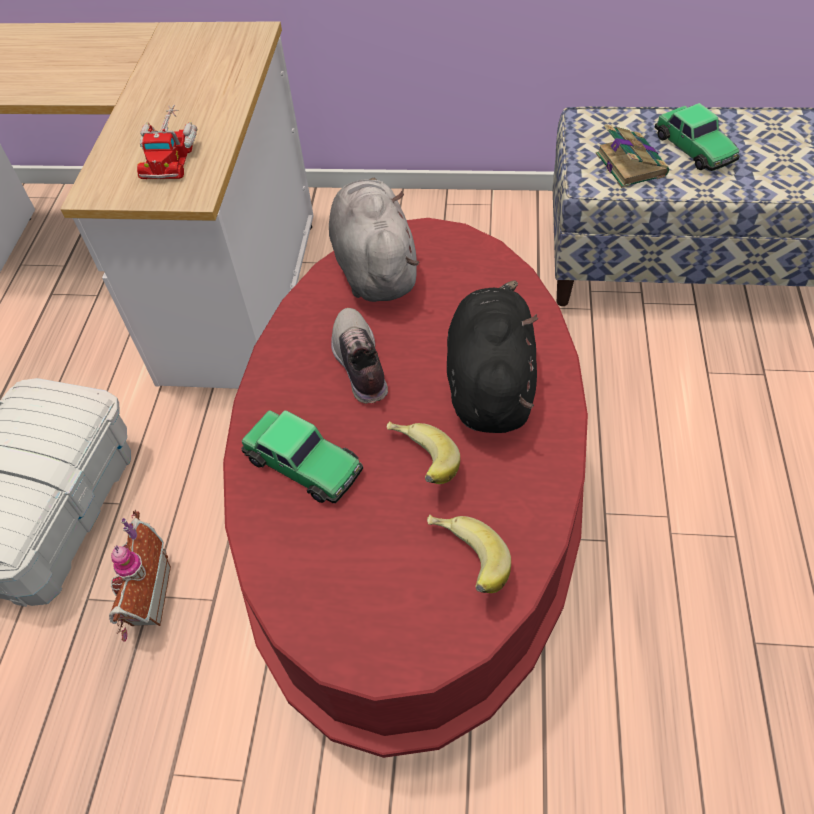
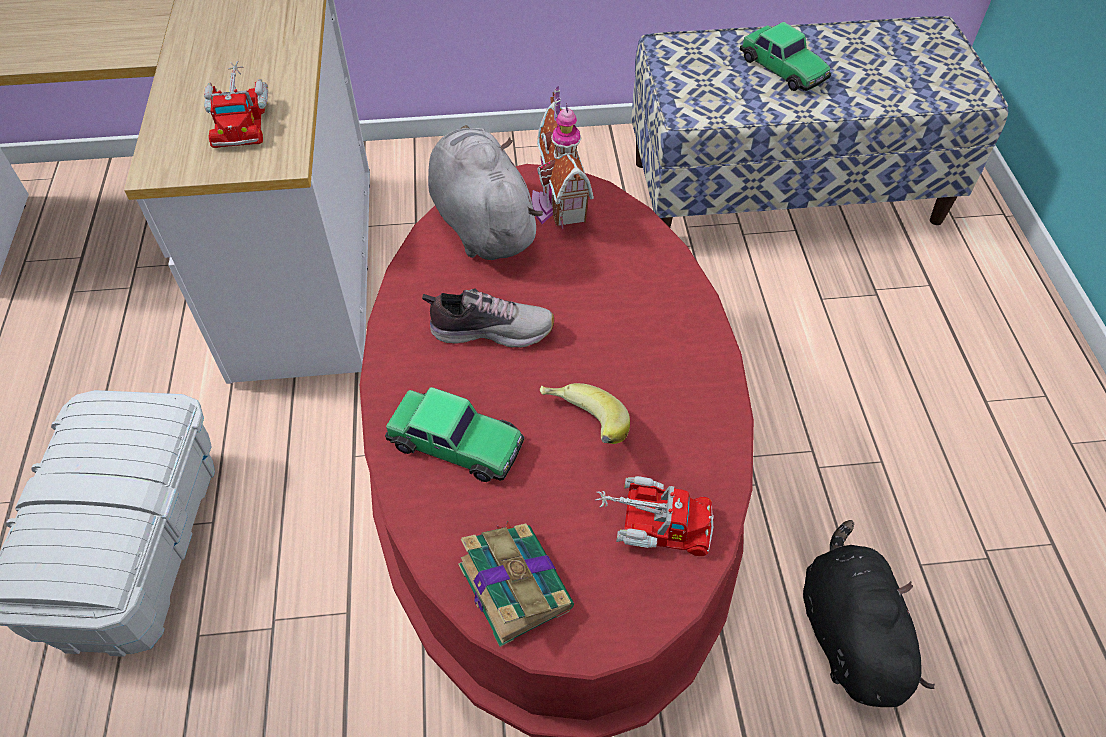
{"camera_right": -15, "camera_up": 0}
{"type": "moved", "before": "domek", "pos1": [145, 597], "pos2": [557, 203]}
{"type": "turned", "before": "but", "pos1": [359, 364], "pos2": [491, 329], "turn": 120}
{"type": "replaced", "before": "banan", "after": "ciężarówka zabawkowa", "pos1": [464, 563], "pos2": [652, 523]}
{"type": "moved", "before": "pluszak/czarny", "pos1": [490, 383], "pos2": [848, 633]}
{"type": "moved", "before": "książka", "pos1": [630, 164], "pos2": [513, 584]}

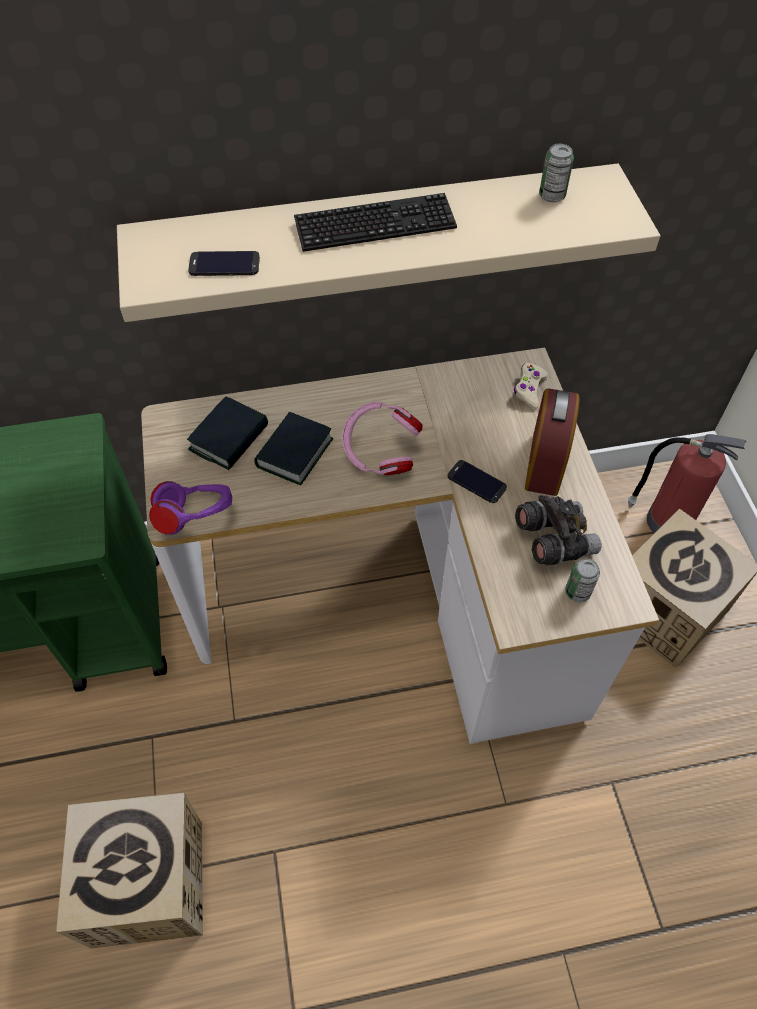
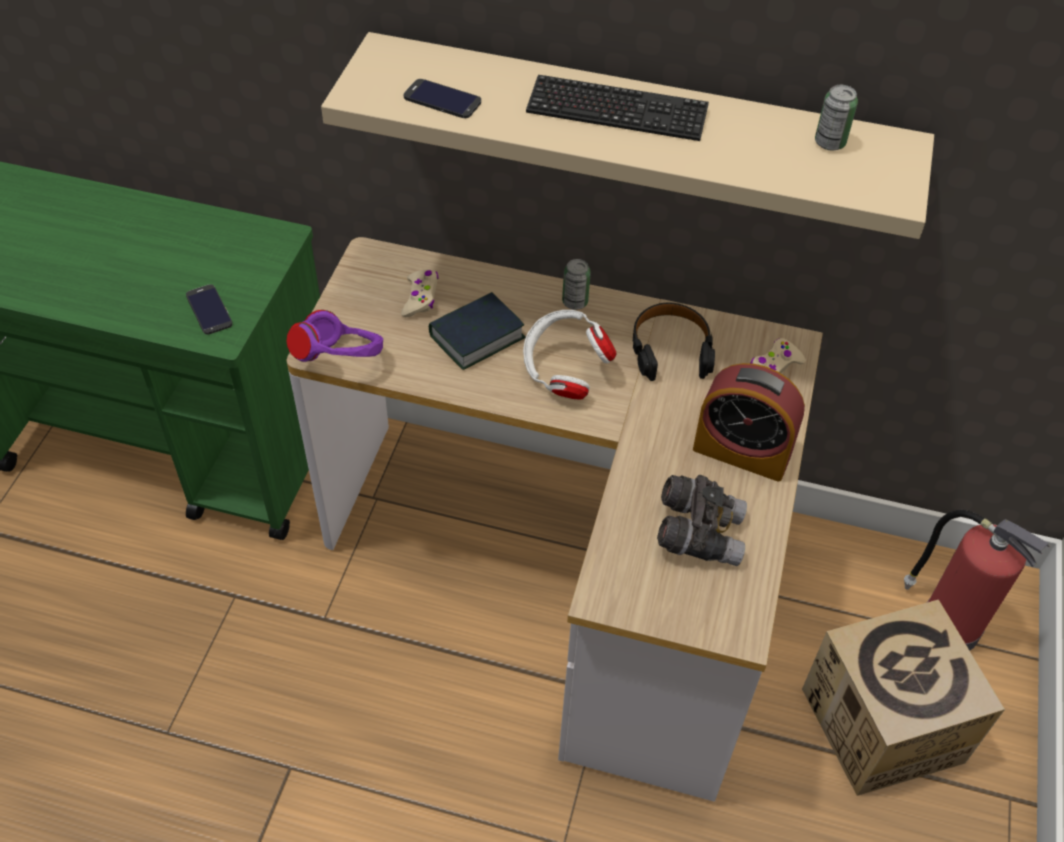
{"camera_right": 25, "camera_up": -5}
{"type": "removed", "before": "karton", "pos1": [149, 882]}
{"type": "replaced", "before": "książka", "after": "pad do gier/beżowy", "pos1": [229, 438], "pos2": [420, 298]}
{"type": "recoloured", "before": "słuchawki/różowy", "after": "słuchawki/biały", "pos1": [380, 455], "pos2": [564, 373]}
{"type": "moved", "before": "telefon", "pos1": [476, 482], "pos2": [209, 310]}
{"type": "turned", "before": "budzik", "pos1": [545, 463], "pos2": [742, 451], "turn": -105}
{"type": "moved", "before": "puszka", "pos1": [577, 592], "pos2": [575, 302]}
{"type": "added", "after": "słuchawki/czarny", "pos2": [670, 349]}

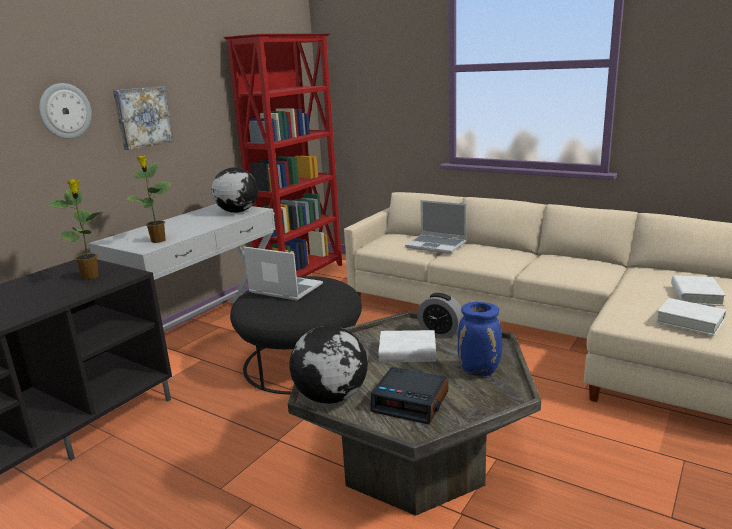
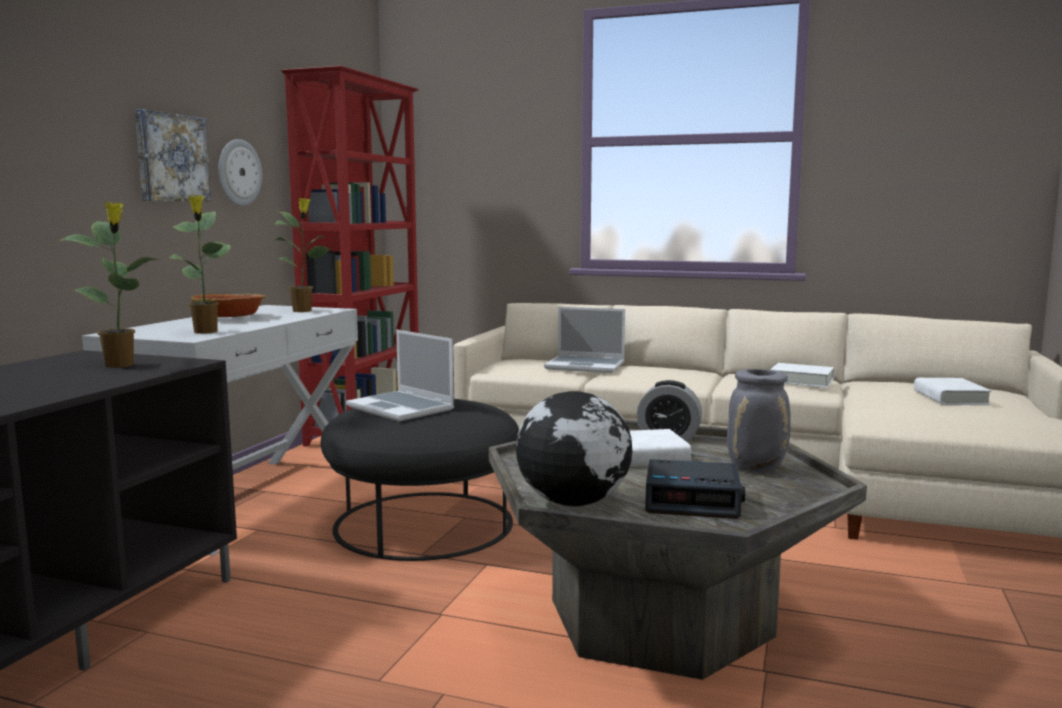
{"camera_right": -15, "camera_up": -10}
{"type": "moved", "before": "zegar ścienny", "pos1": [65, 111], "pos2": [238, 172]}
{"type": "replaced", "before": "globus", "after": "roślina doniczkowa", "pos1": [237, 212], "pos2": [303, 311]}
{"type": "turned", "before": "laptop", "pos1": [284, 289], "pos2": [402, 408], "turn": -150}
{"type": "recoloured", "before": "wazon/niebieski", "after": "wazon/szary", "pos1": [480, 371], "pos2": [757, 469]}
{"type": "moved", "before": "książka/biały", "pos1": [690, 321], "pos2": [801, 381]}
{"type": "added", "after": "miska", "pos2": [230, 318]}

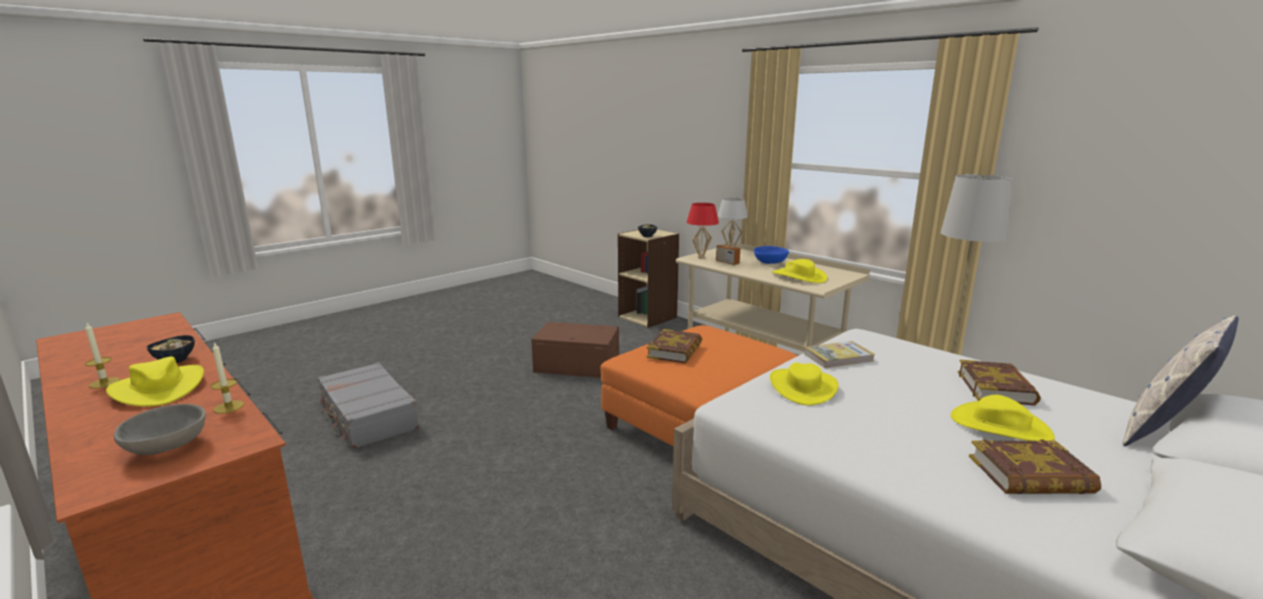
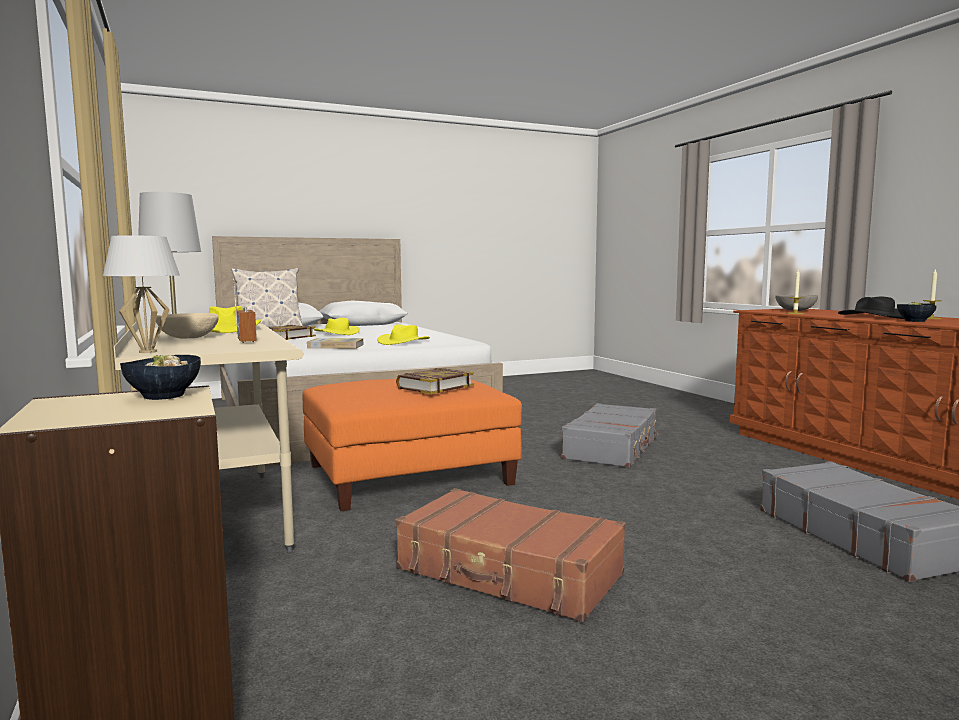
{"camera_right": -160, "camera_up": -10}
{"type": "recoloured", "before": "kapelusz/żółty", "after": "kapelusz/czarny", "pos1": [158, 388], "pos2": [873, 316]}
{"type": "replaced", "before": "pojemnik do przechowywania/brązowy", "after": "walizka/brązowy", "pos1": [577, 365], "pos2": [509, 573]}
{"type": "removed", "before": "lampa stołowa/czerwony", "pos1": [701, 257]}
{"type": "recoloured", "before": "miska/niebieski", "after": "miska/beżowy", "pos1": [769, 263], "pos2": [189, 338]}
{"type": "removed", "before": "książka", "pos1": [1030, 475]}
{"type": "added", "after": "walizka/szary", "pos2": [612, 448]}

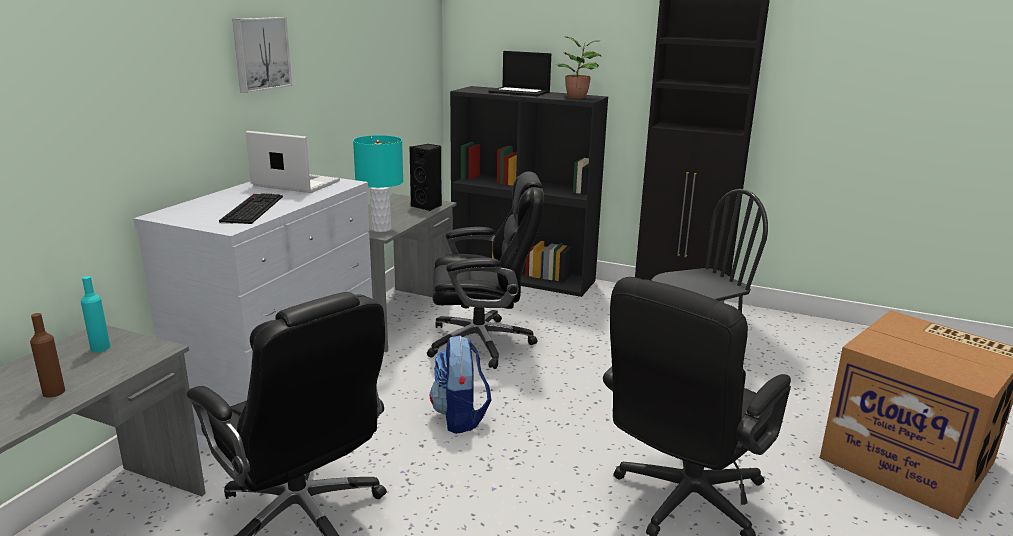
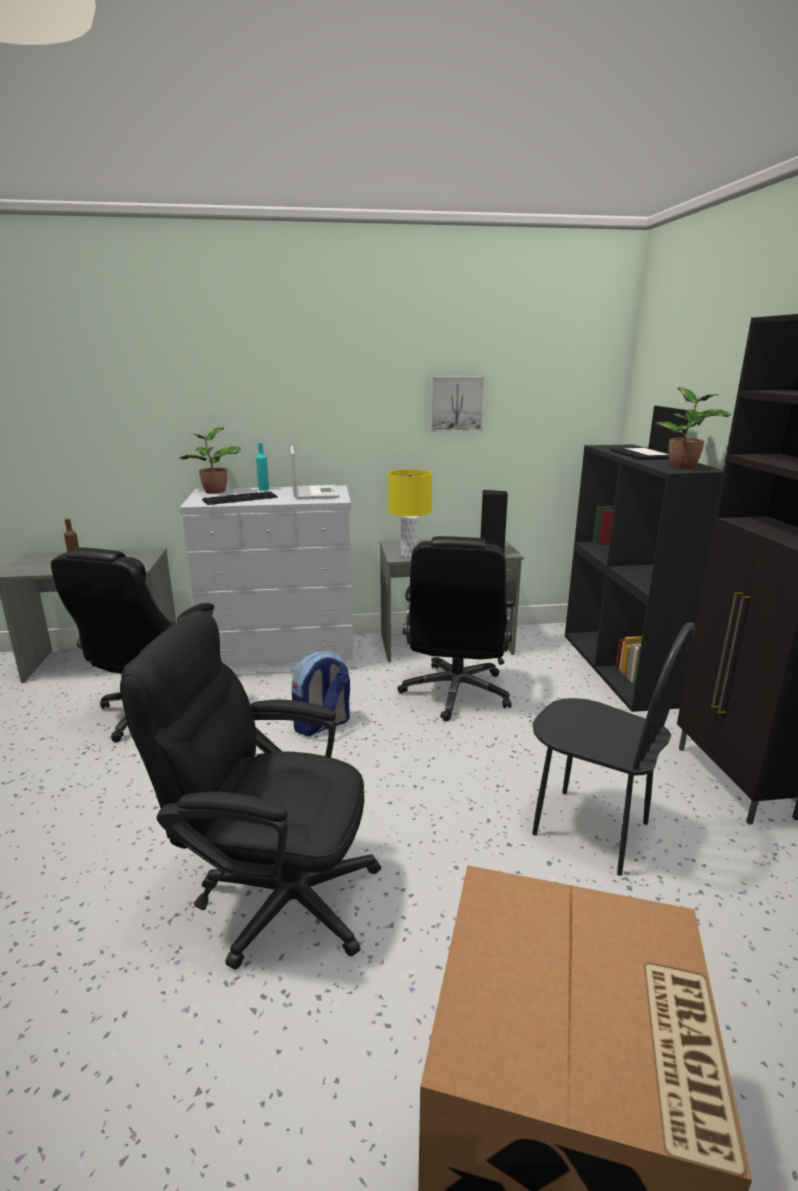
{"camera_right": 60, "camera_up": 0}
{"type": "moved", "before": "butelka/turkusowy", "pos1": [100, 347], "pos2": [263, 489]}
{"type": "moved", "before": "obraz", "pos1": [260, 53], "pos2": [456, 404]}
{"type": "recoloured", "before": "lampa stołowa/turkusowy", "after": "lampa stołowa/żółty", "pos1": [381, 229], "pos2": [409, 554]}
{"type": "turned", "before": "krzesło biurowe/czarny", "pos1": [482, 342], "pos2": [456, 693], "turn": 45}
{"type": "added", "after": "roślina doniczkowa", "pos2": [214, 492]}

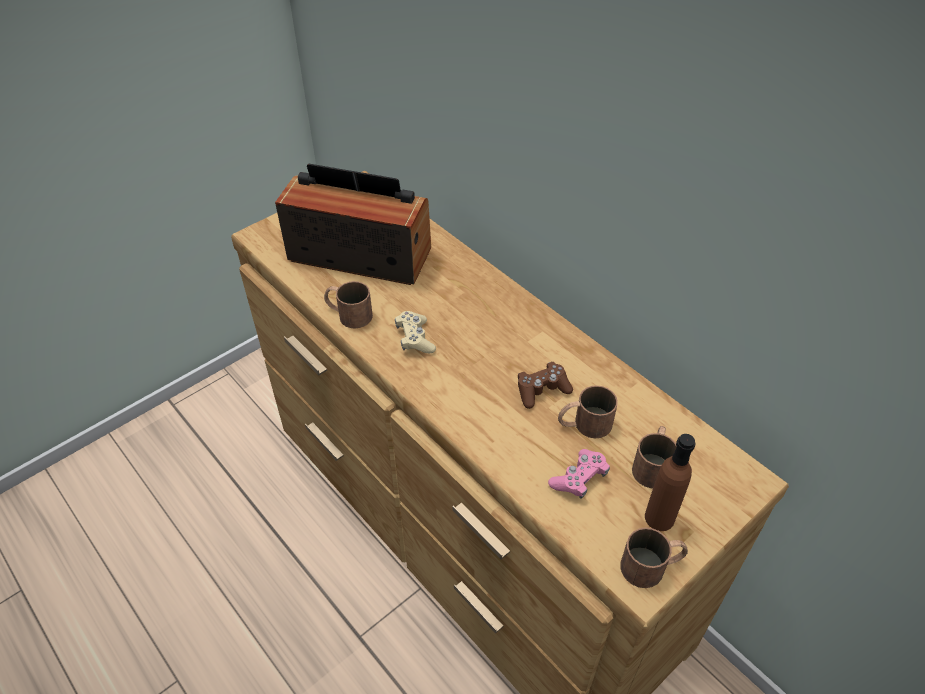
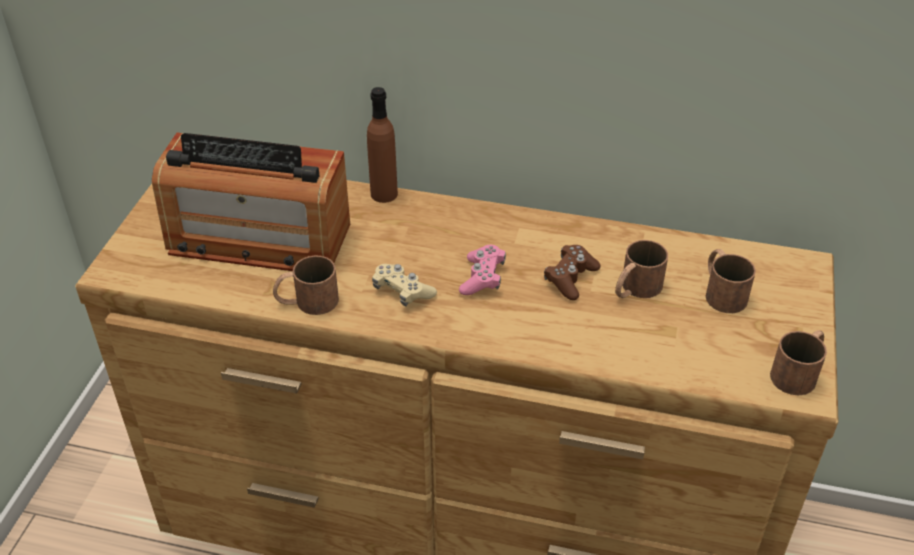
{"camera_right": -35, "camera_up": -5}
{"type": "turned", "before": "radio", "pos1": [360, 254], "pos2": [259, 238], "turn": -150}
{"type": "moved", "before": "pad do gier/różowy", "pos1": [579, 479], "pos2": [482, 278]}
{"type": "moved", "before": "butelka/brązowy", "pos1": [659, 518], "pos2": [384, 194]}

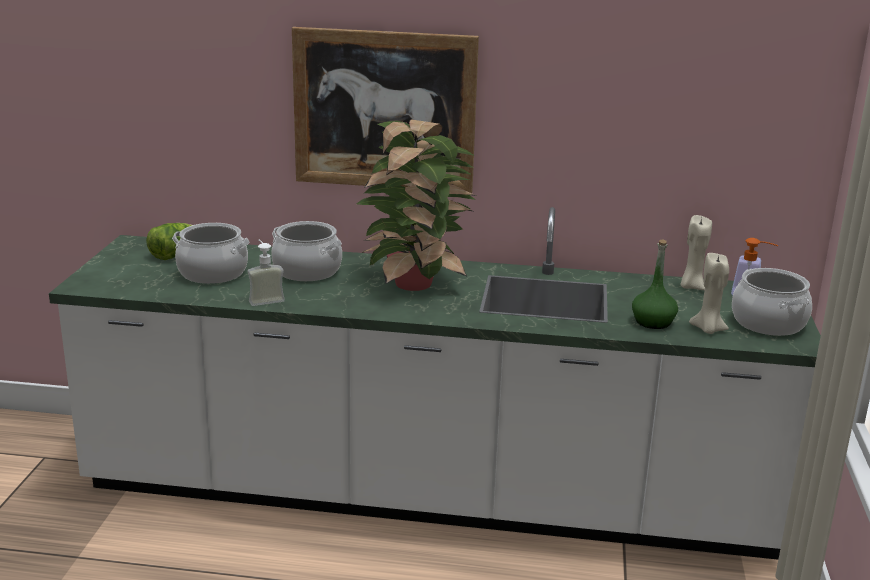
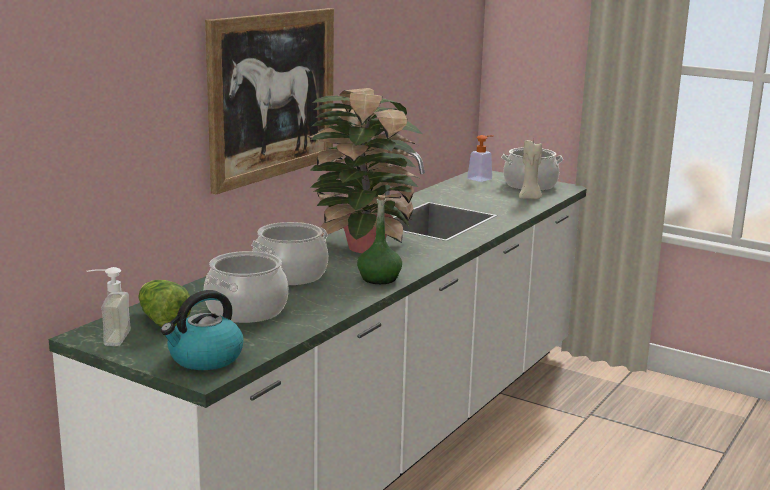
{"camera_right": -65, "camera_up": -5}
{"type": "moved", "before": "dozownik mydła", "pos1": [264, 299], "pos2": [108, 338]}
{"type": "moved", "before": "butelka/zielony", "pos1": [653, 322], "pos2": [379, 278]}
{"type": "removed", "before": "świeca/beżowy", "pos1": [691, 286]}
{"type": "added", "after": "czajnik", "pos2": [205, 358]}

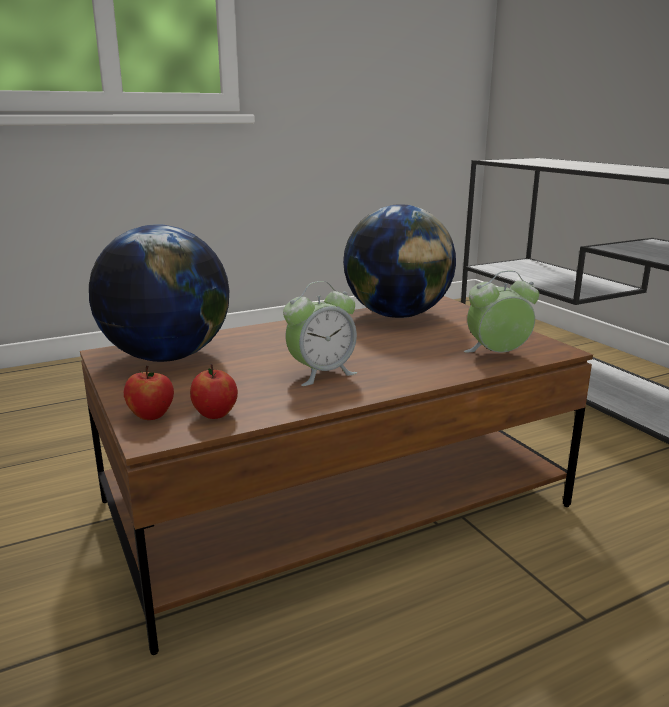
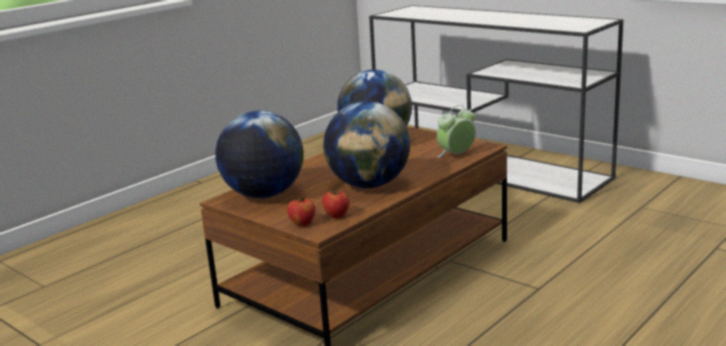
{"camera_right": -20, "camera_up": 0}
{"type": "replaced", "before": "budzik", "after": "globus", "pos1": [321, 373], "pos2": [369, 185]}

